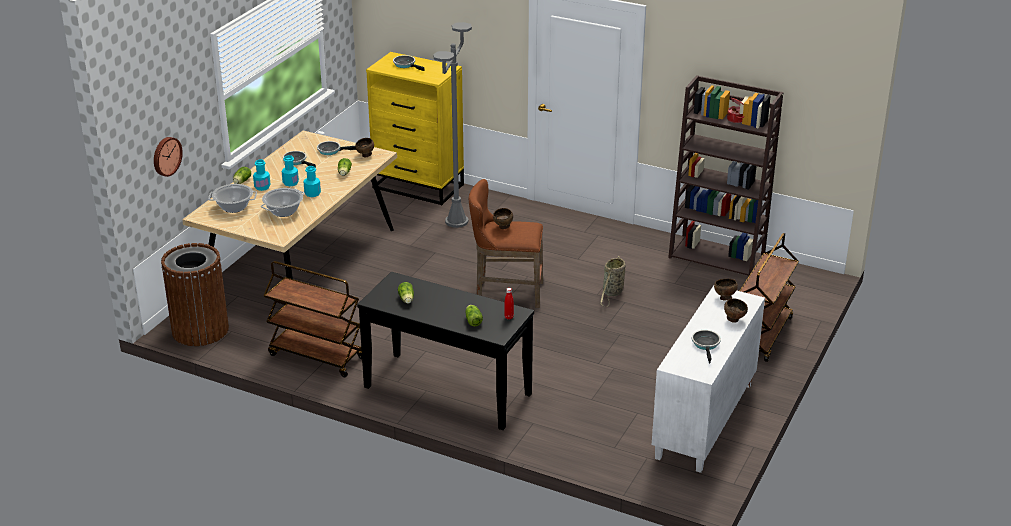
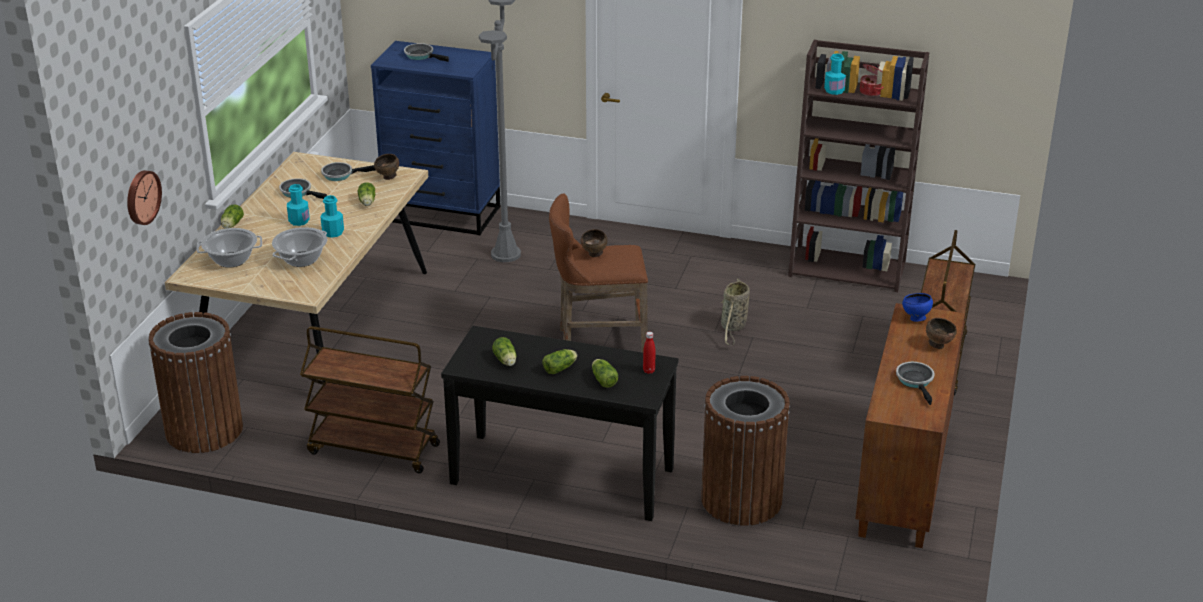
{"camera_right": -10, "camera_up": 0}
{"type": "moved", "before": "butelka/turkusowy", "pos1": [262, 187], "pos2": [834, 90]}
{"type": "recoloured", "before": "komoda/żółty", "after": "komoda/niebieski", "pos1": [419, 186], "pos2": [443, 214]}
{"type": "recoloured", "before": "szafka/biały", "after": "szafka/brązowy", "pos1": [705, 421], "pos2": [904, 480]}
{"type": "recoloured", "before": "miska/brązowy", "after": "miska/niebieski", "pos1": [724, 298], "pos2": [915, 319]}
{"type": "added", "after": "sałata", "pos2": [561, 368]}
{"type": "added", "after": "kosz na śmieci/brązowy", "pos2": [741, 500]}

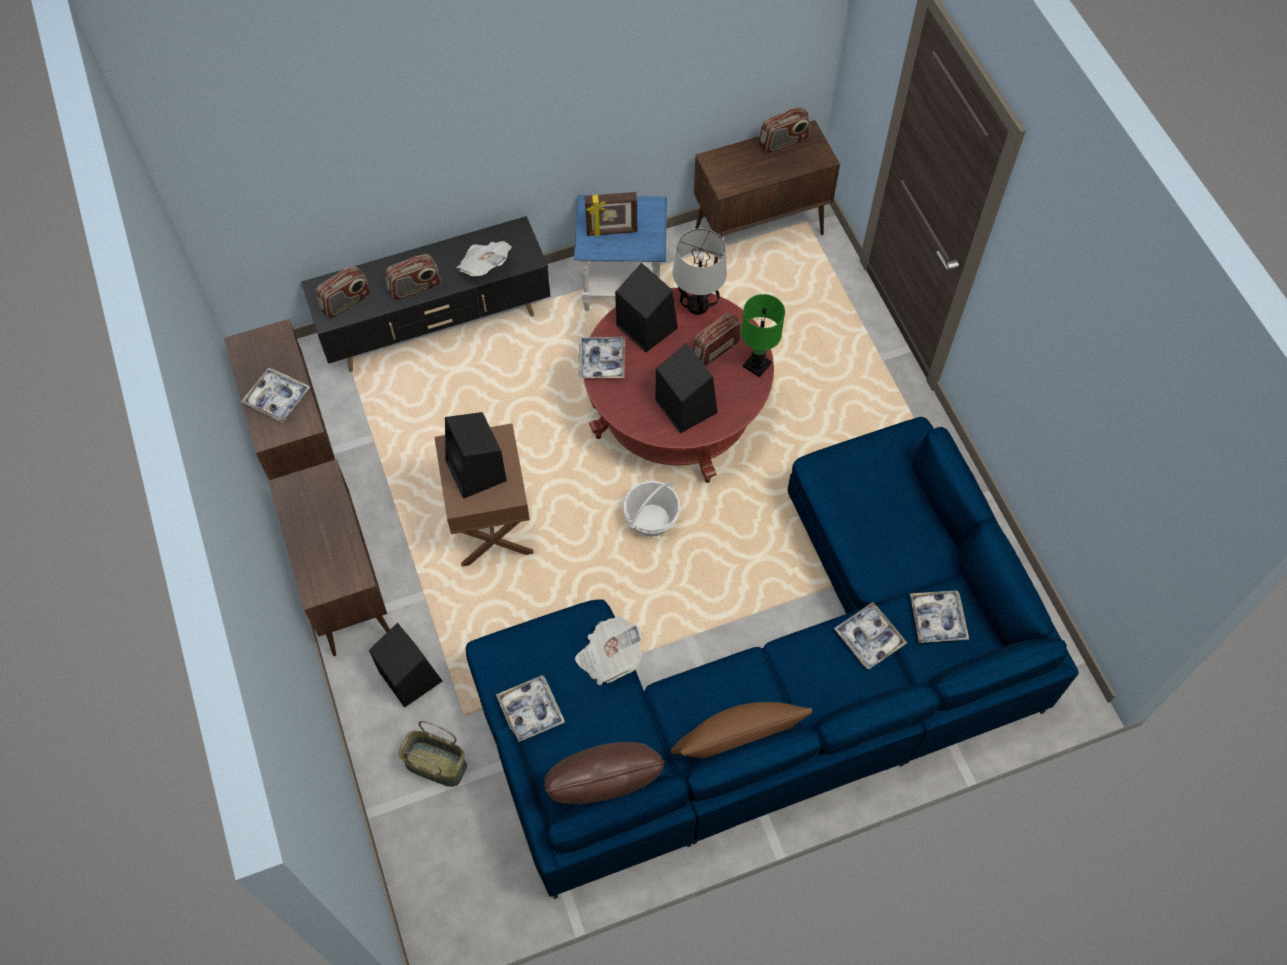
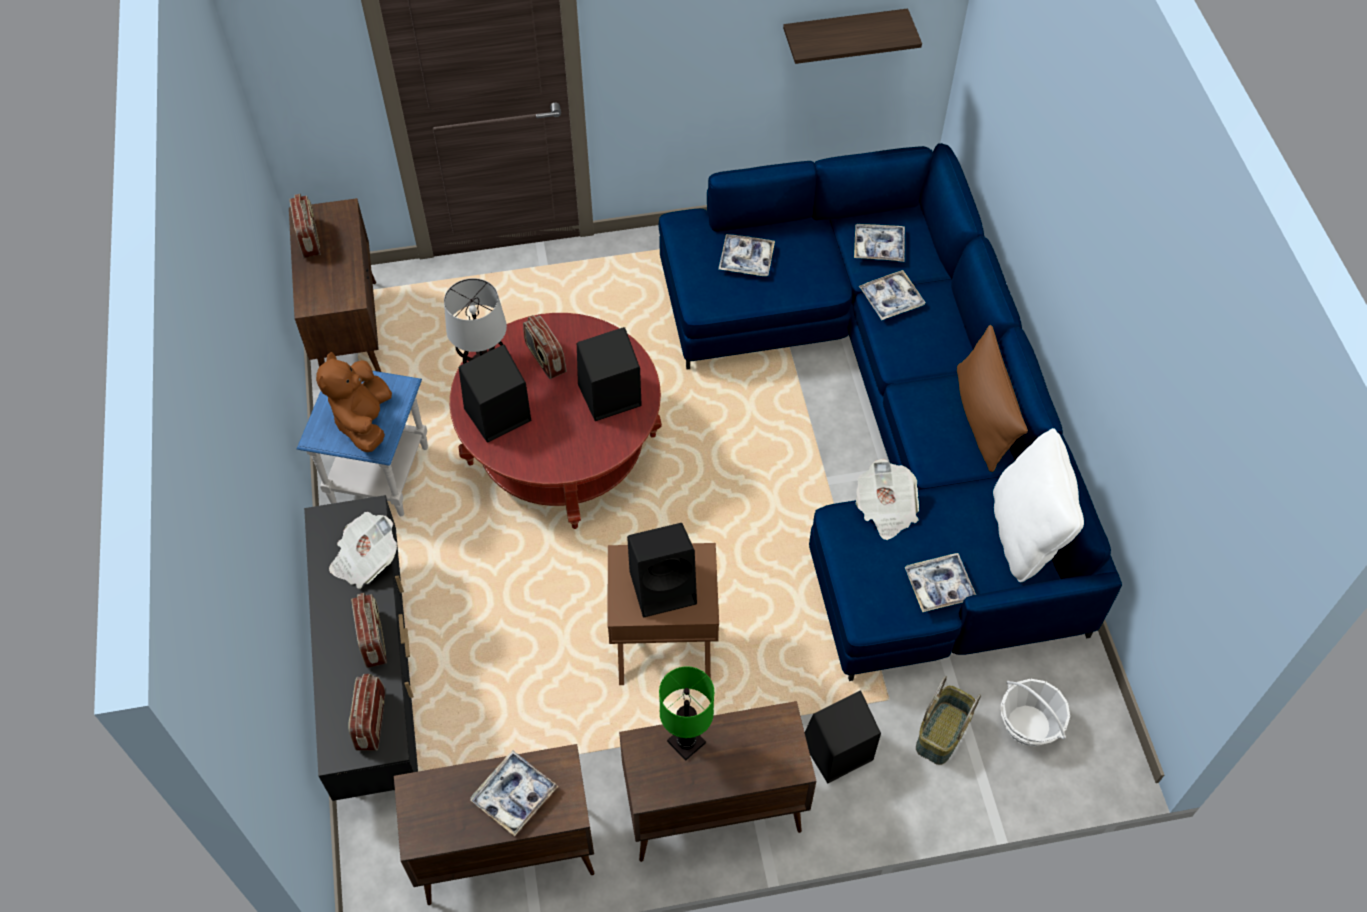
{"camera_right": -80, "camera_up": -5}
{"type": "turned", "before": "radio", "pos1": [346, 303], "pos2": [370, 721], "turn": -150}
{"type": "recoloured", "before": "poduszka/brązowy", "after": "poduszka/biały", "pos1": [603, 789], "pos2": [1025, 534]}
{"type": "moved", "before": "taca", "pos1": [601, 361], "pos2": [746, 259]}
{"type": "replaced", "before": "ramka na zdjęcie", "after": "pluszak/brązowy", "pos1": [612, 231], "pos2": [364, 421]}
{"type": "moved", "before": "koszyk", "pos1": [651, 520], "pos2": [1028, 725]}
{"type": "moved", "before": "lampa stołowa/zielony", "pos1": [757, 364], "pos2": [685, 742]}
{"type": "added", "after": "półka", "pos2": [843, 34]}

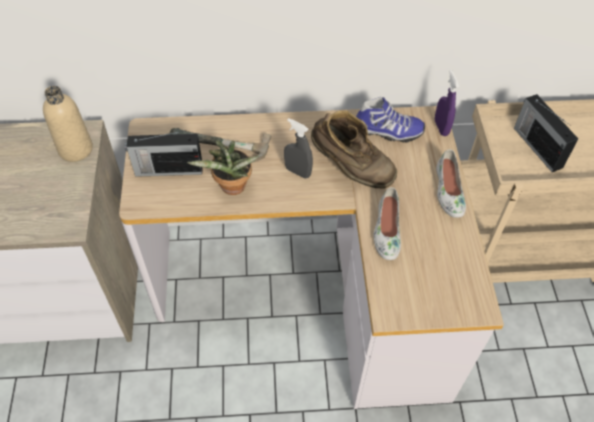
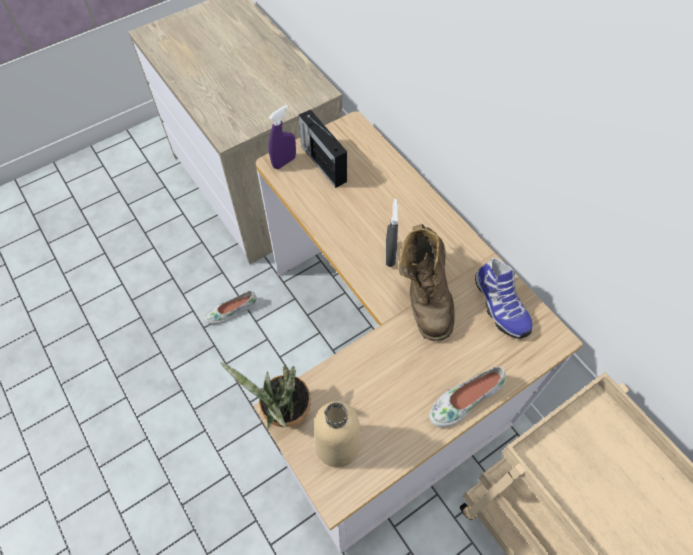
{"camera_right": 60, "camera_up": 5}
{"type": "moved", "before": "butelka/beżowy", "pos1": [75, 149], "pos2": [337, 445]}
{"type": "removed", "before": "młotek", "pos1": [218, 148]}
{"type": "moved", "before": "roślina doniczkowa", "pos1": [231, 189], "pos2": [283, 413]}
{"type": "moved", "before": "but/biały", "pos1": [386, 230], "pos2": [232, 310]}
{"type": "moved", "before": "spryskiwacz/fioletowy", "pos1": [441, 127], "pos2": [284, 162]}
{"type": "removed", "before": "radio", "pos1": [537, 146]}

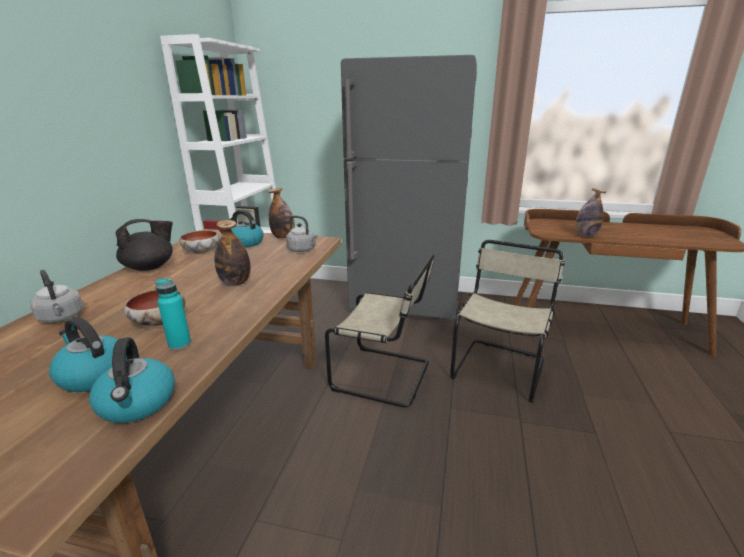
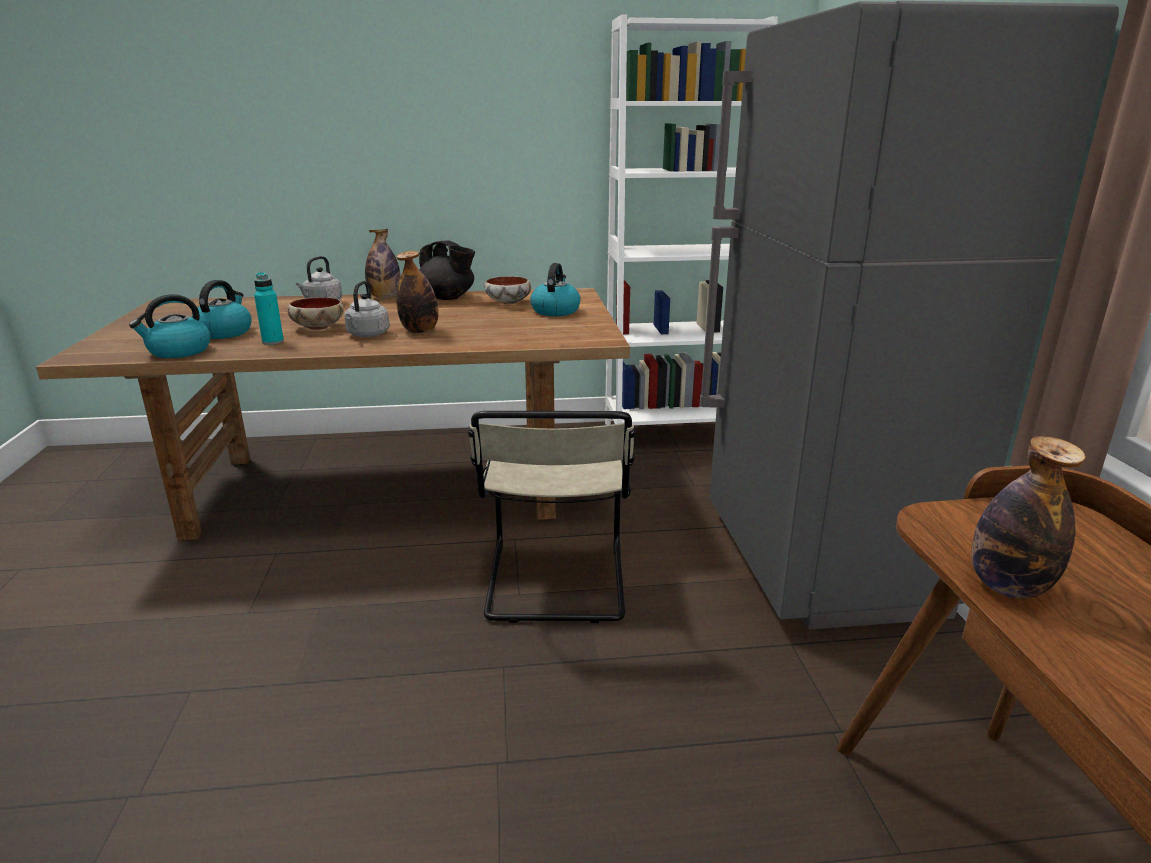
{"camera_right": 70, "camera_up": 0}
{"type": "moved", "before": "butelka", "pos1": [283, 237], "pos2": [385, 297]}
{"type": "moved", "before": "czajnik/szary", "pos1": [303, 250], "pos2": [367, 335]}
{"type": "removed", "before": "krzesło/beżowy", "pos1": [499, 367]}

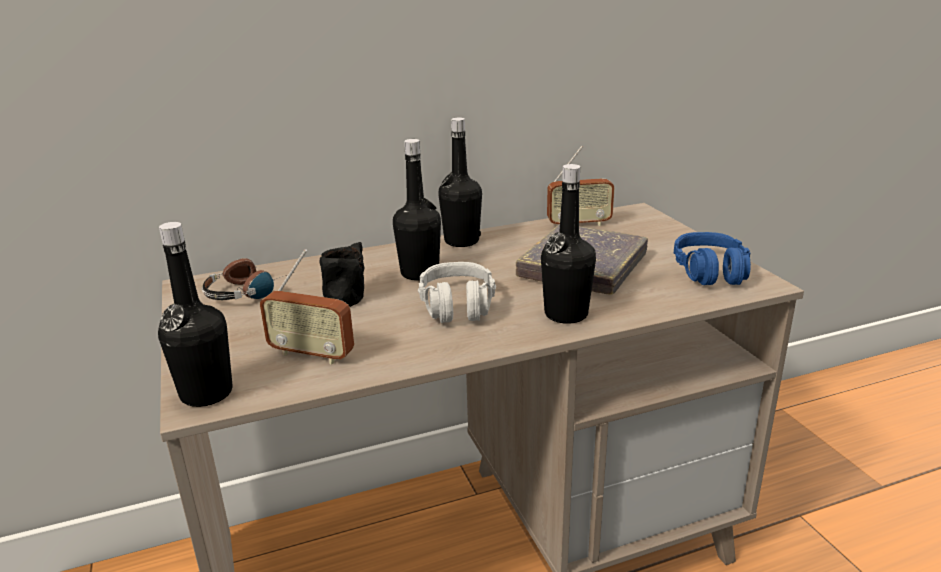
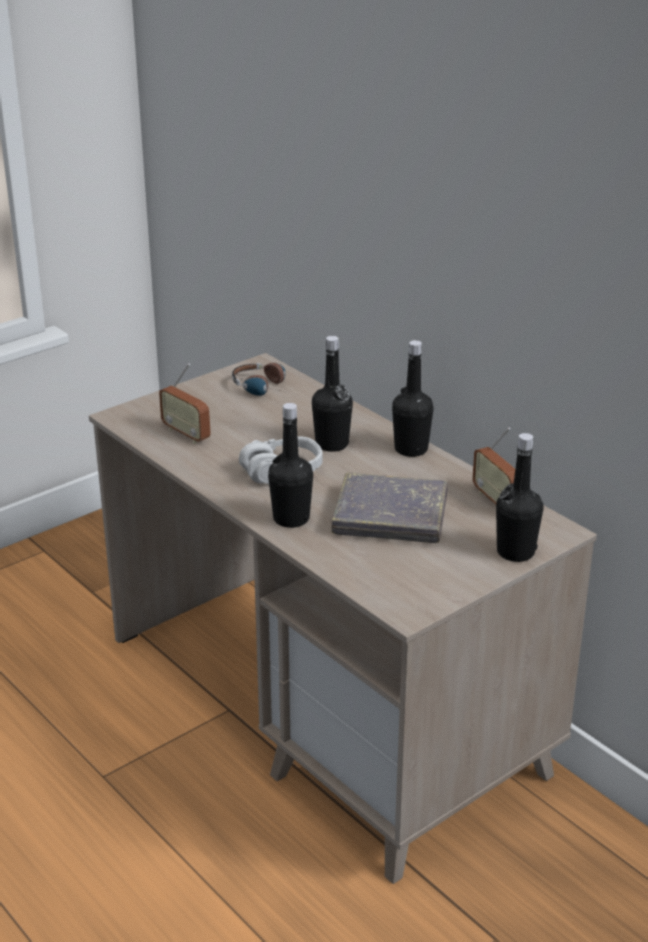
{"camera_right": 70, "camera_up": 5}
{"type": "moved", "before": "butelka/czarny", "pos1": [206, 393], "pos2": [515, 552]}
{"type": "turned", "before": "radio", "pos1": [312, 354], "pos2": [186, 434], "turn": -45}
{"type": "removed", "before": "kubek/czarny", "pos1": [349, 293]}
{"type": "removed", "before": "słuchawki/niebieski", "pos1": [710, 272]}

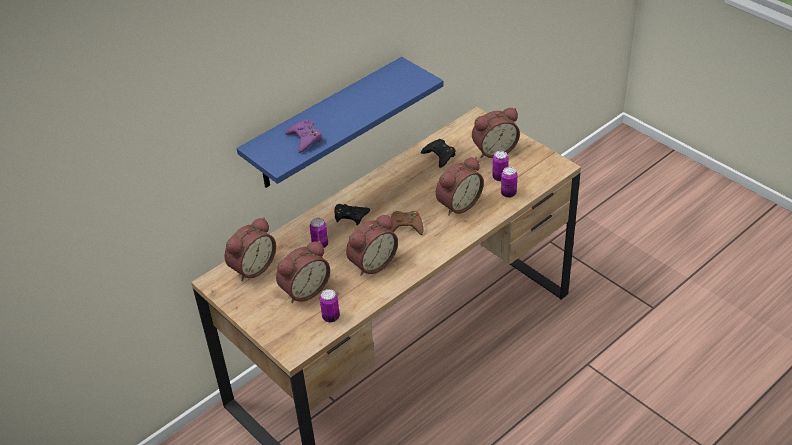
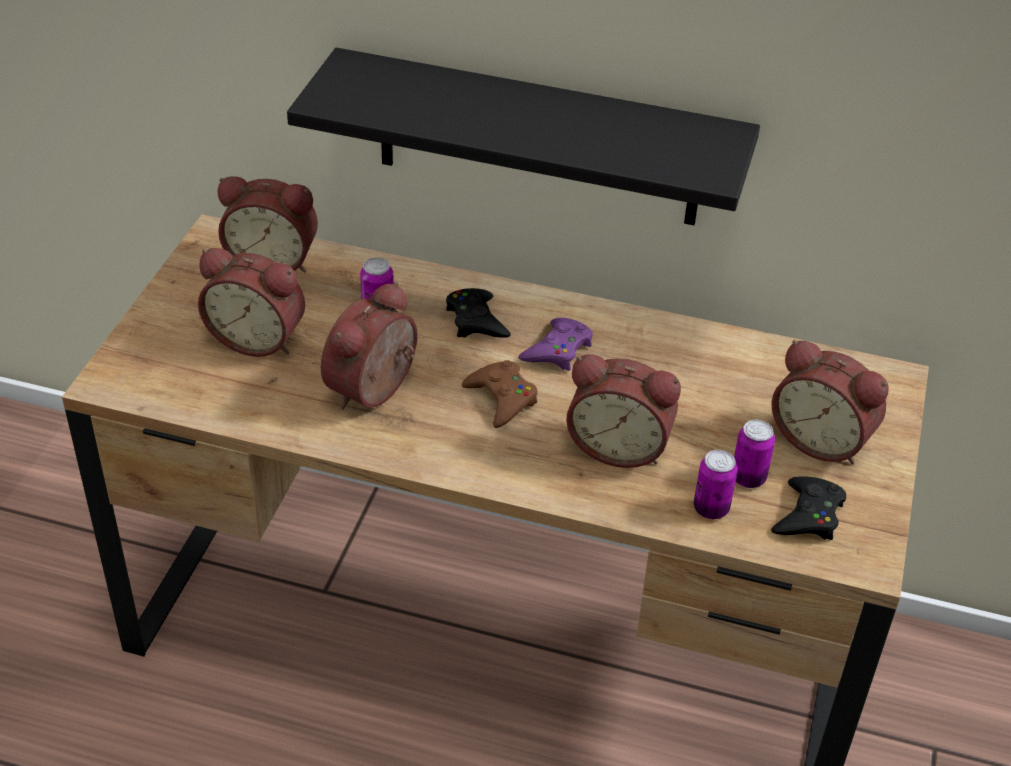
{"camera_right": 55, "camera_up": 0}
{"type": "recoloured", "before": "półka/niebieski", "after": "półka/czarny", "pos1": [325, 125], "pos2": [538, 139]}
{"type": "moved", "before": "pad do gier/fioletowy", "pos1": [304, 139], "pos2": [558, 350]}
{"type": "removed", "before": "puszka", "pos1": [331, 317]}
{"type": "turned", "before": "budzik", "pos1": [371, 262], "pos2": [376, 392], "turn": 105}
{"type": "moved", "before": "pad do gier/czarny", "pos1": [439, 156], "pos2": [808, 515]}

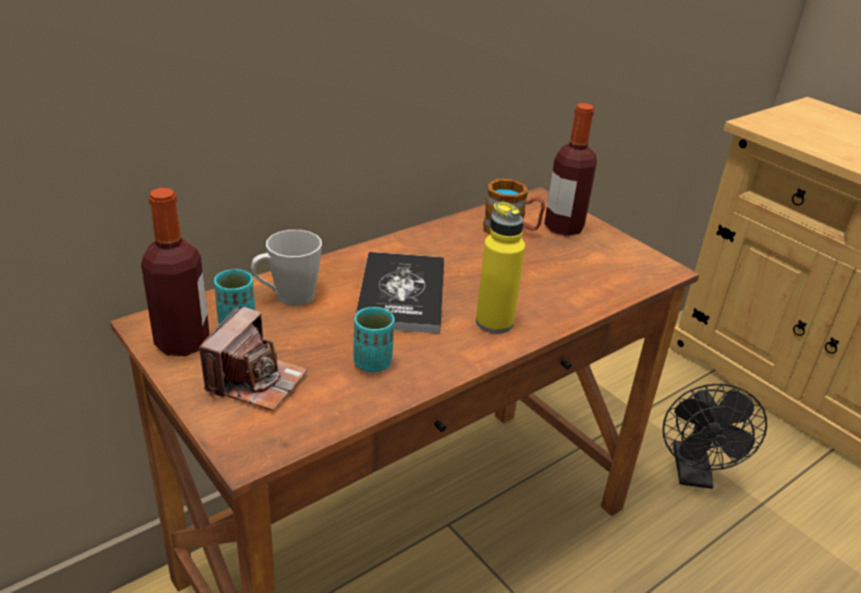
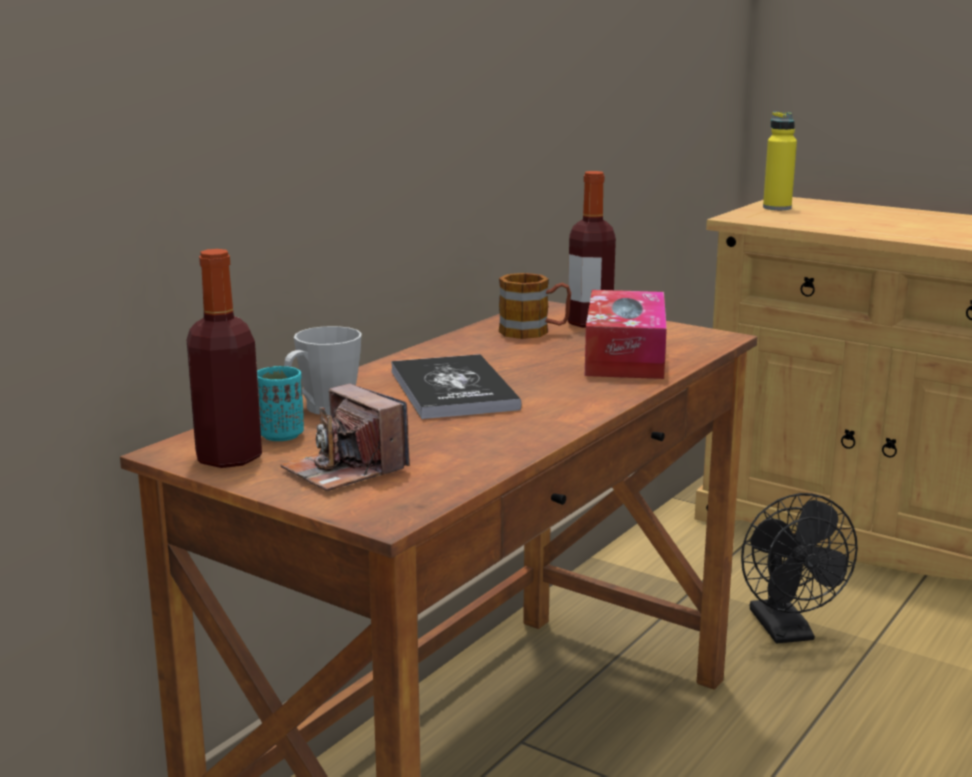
{"camera_right": -15, "camera_up": -15}
{"type": "turned", "before": "aparat fotograficzny", "pos1": [256, 381], "pos2": [345, 470], "turn": 135}
{"type": "removed", "before": "filiżanka/turkusowy", "pos1": [372, 363]}
{"type": "moved", "before": "butelka/żółty", "pos1": [494, 322], "pos2": [777, 208]}
{"type": "added", "after": "pudełko chusteczek", "pos2": [625, 355]}

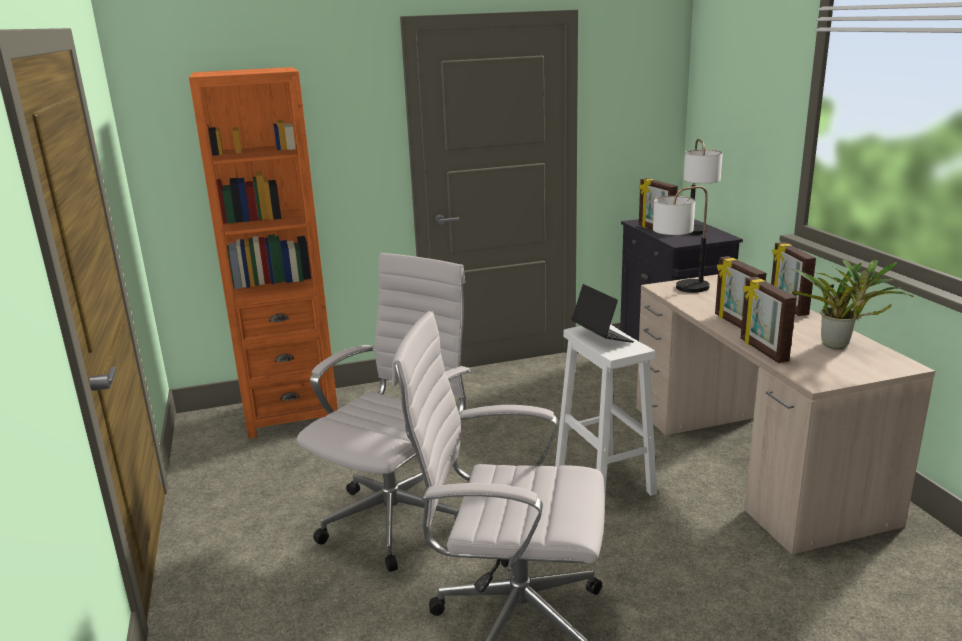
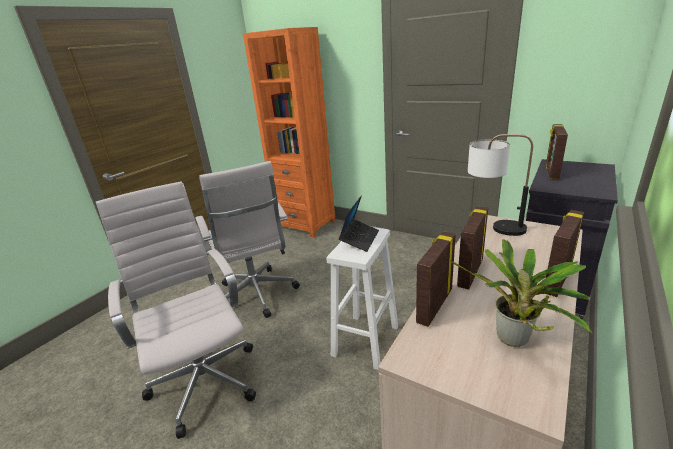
{"camera_right": 50, "camera_up": 5}
{"type": "turned", "before": "krzesło biurowe/biały", "pos1": [398, 518], "pos2": [257, 296], "turn": 75}
{"type": "removed", "before": "lampa stołowa", "pos1": [695, 234]}

